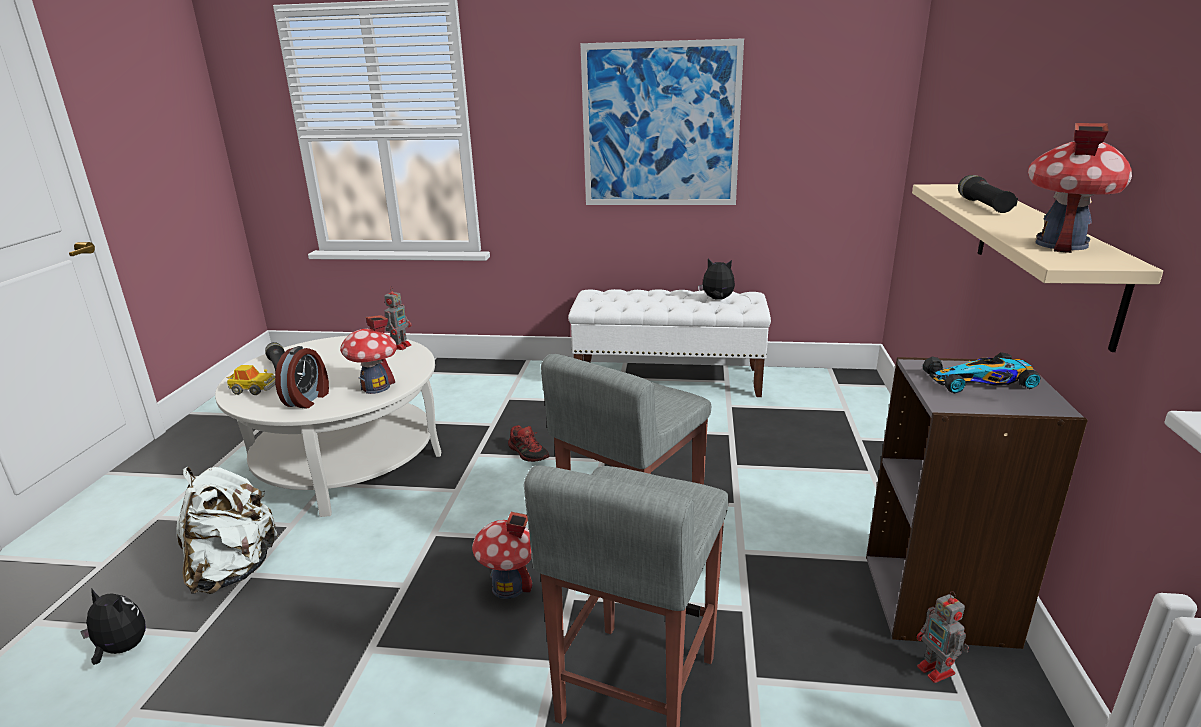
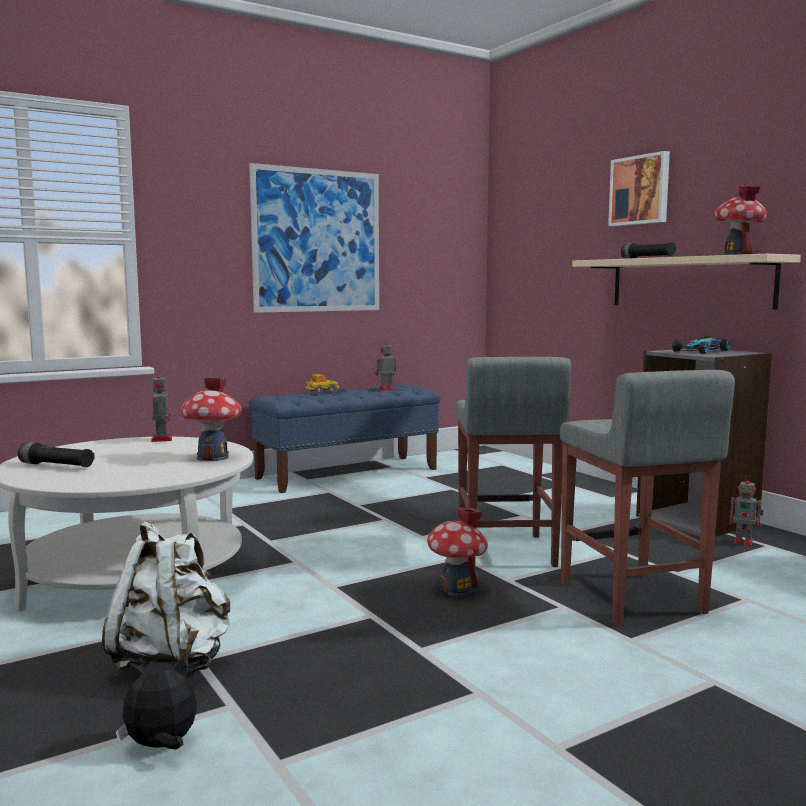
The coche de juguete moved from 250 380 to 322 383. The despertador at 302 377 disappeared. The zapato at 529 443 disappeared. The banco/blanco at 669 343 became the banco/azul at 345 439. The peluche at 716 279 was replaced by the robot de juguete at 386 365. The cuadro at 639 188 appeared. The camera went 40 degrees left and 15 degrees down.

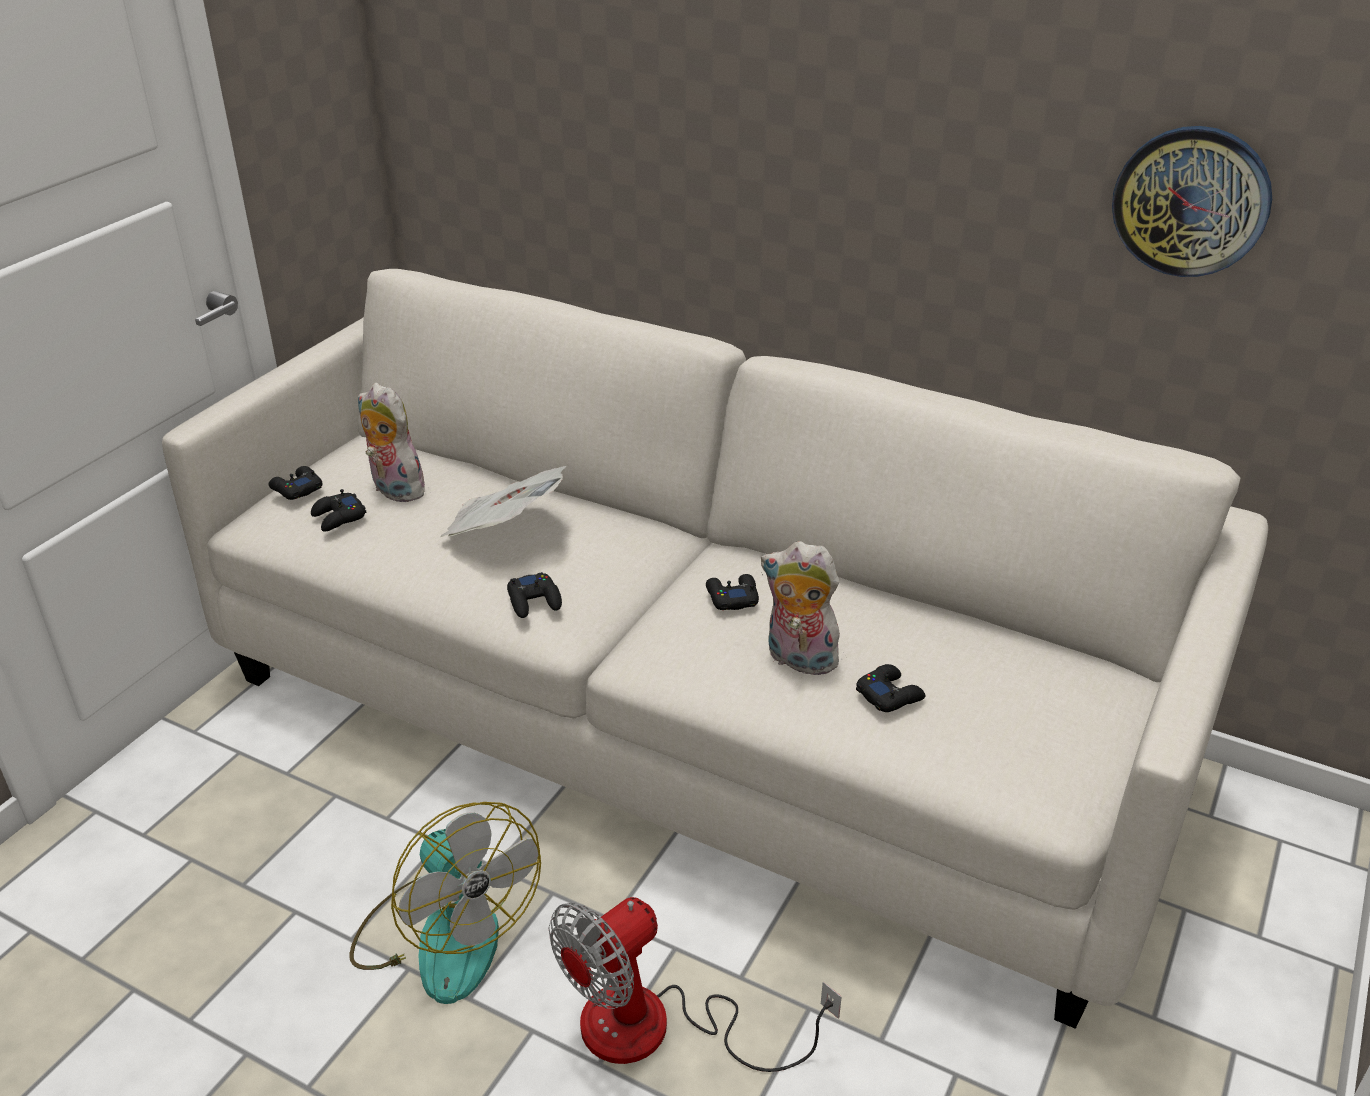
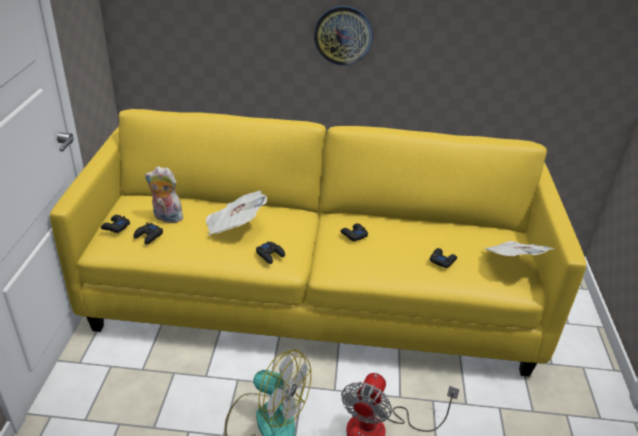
The sofá/blanco at 715 649 became the sofá/amarillo at 318 243. The peluche at 801 608 disappeared. The reloj de pared moved from 1192 201 to 343 36. The periódico at 519 248 appeared. The camera went 25 degrees left and 0 degrees up.

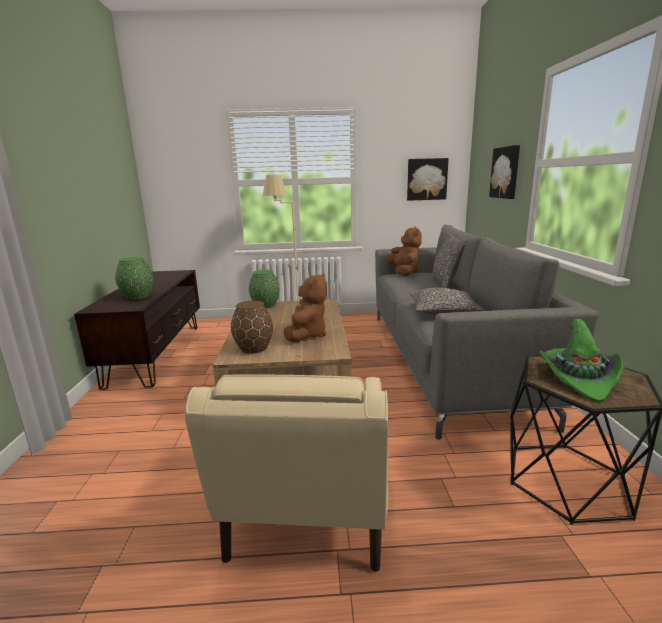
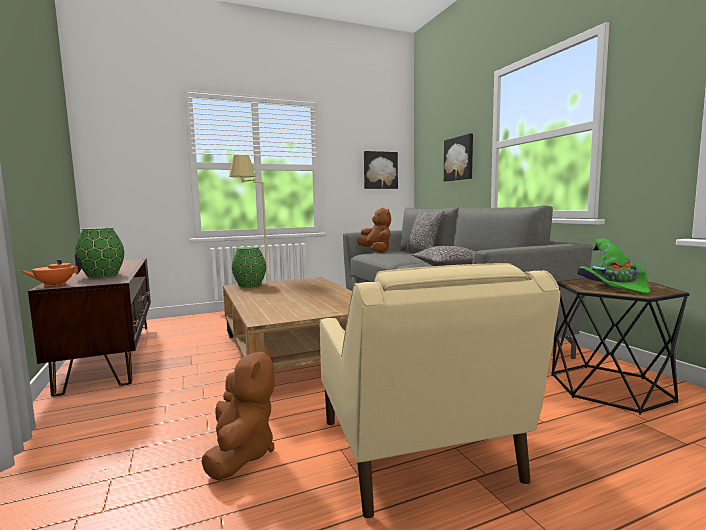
The florero/marrón at 252 327 disappeared. The peluche/marrón moved from 305 307 to 238 414. The tetera/naranja at 51 270 appeared. The camera went 20 degrees left and 10 degrees down.

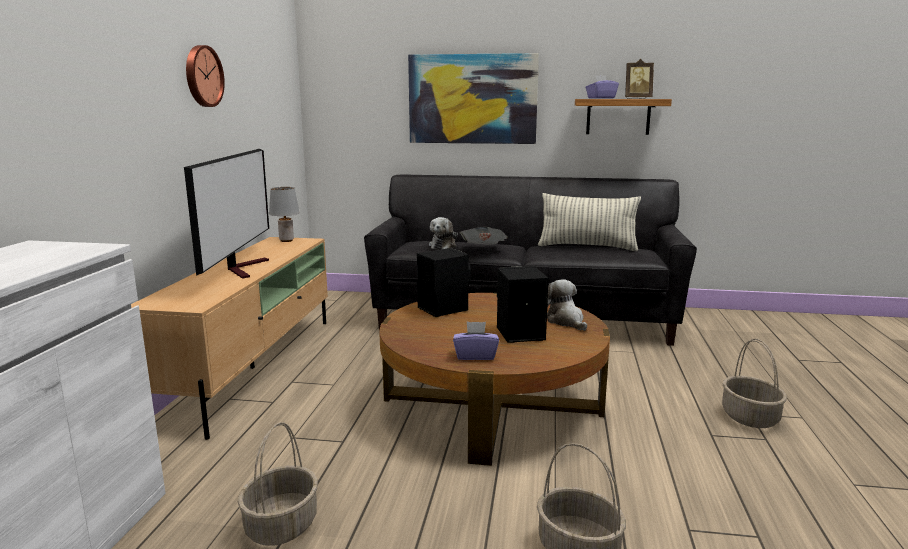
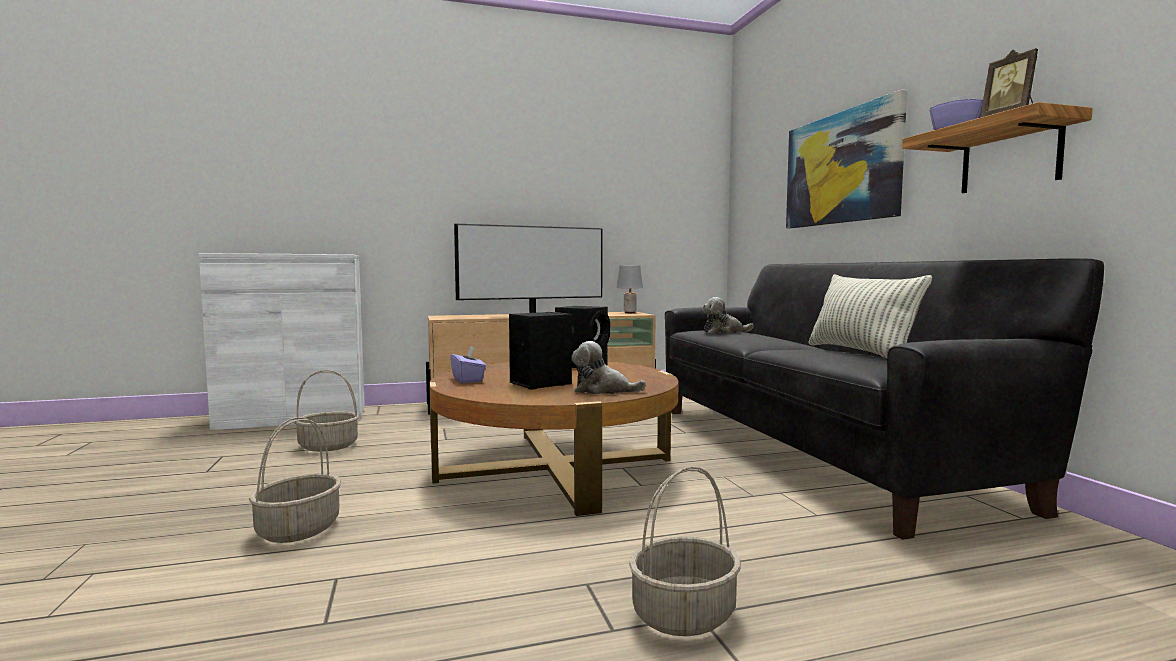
The reloj de pared at 205 76 disappeared. The periódico at 483 236 disappeared. The peluche at 567 305 turned 120 degrees counterclockwise. The camera went 65 degrees right and 10 degrees down.

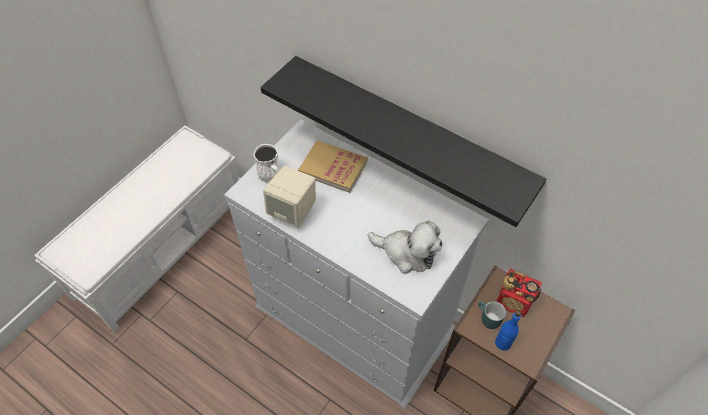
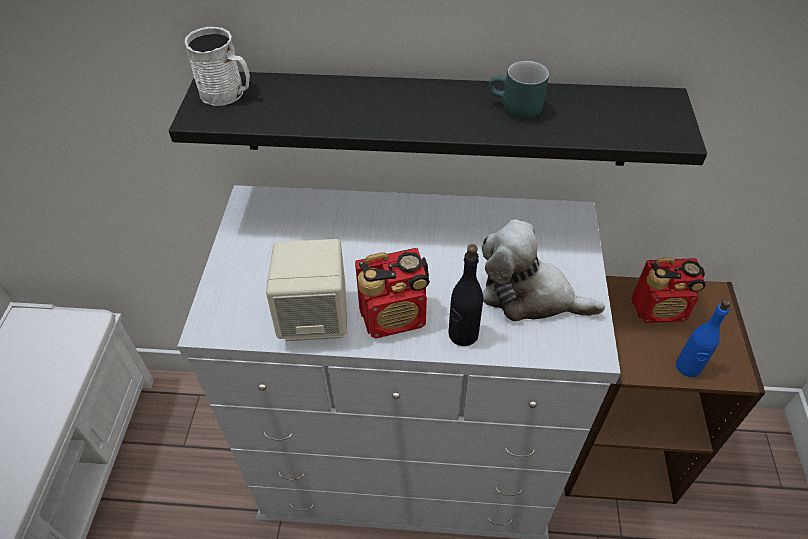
The taza grande/blanco moved from 266 163 to 217 66. The libro at 333 166 disappeared. The peluche at 405 247 turned 150 degrees counterclockwise. The taza grande/turquesa moved from 492 315 to 519 90. The radio at 392 293 appeared. The botella/negro at 465 295 appeared. The camera went 30 degrees left and 5 degrees down.

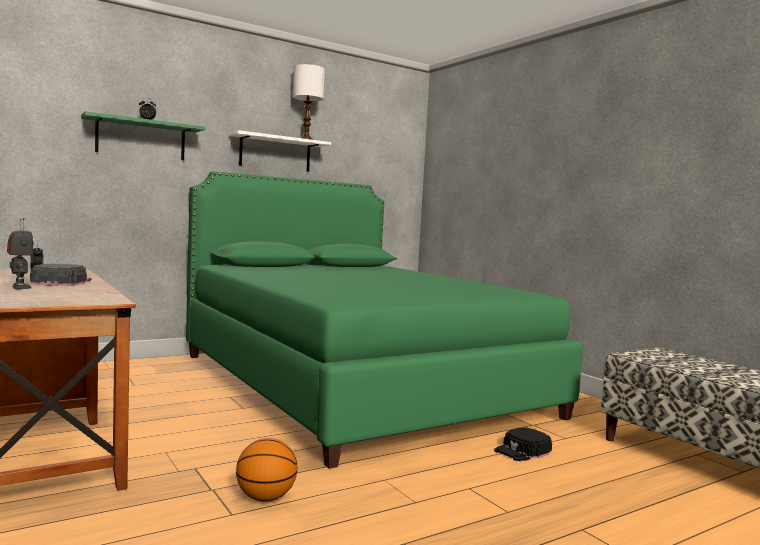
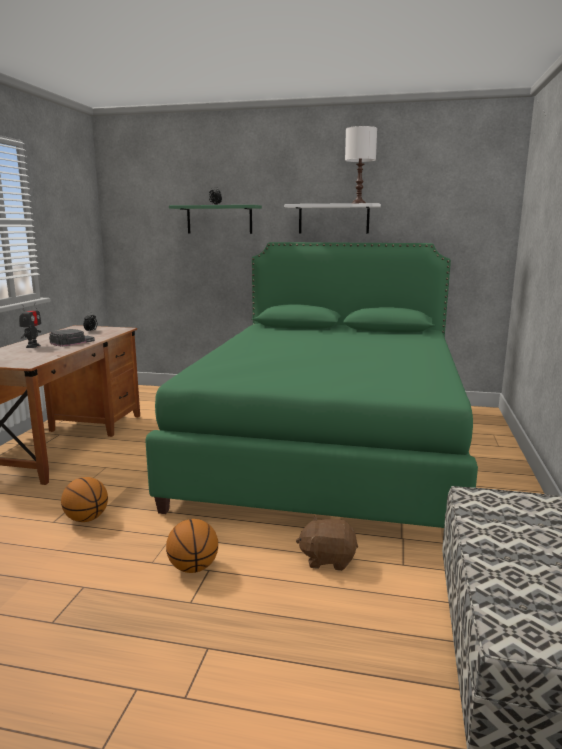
The gorra/negro at 523 444 was replaced by the peluche/marrón at 327 543. The balón de baloncesto at 192 546 appeared. The camera went 45 degrees right and 10 degrees up.

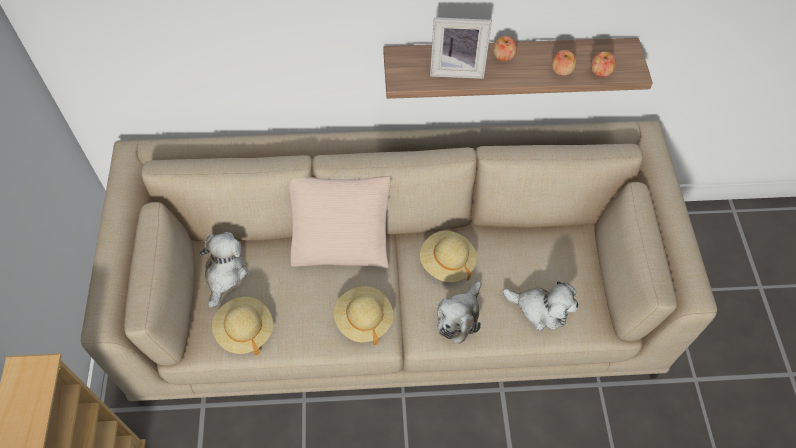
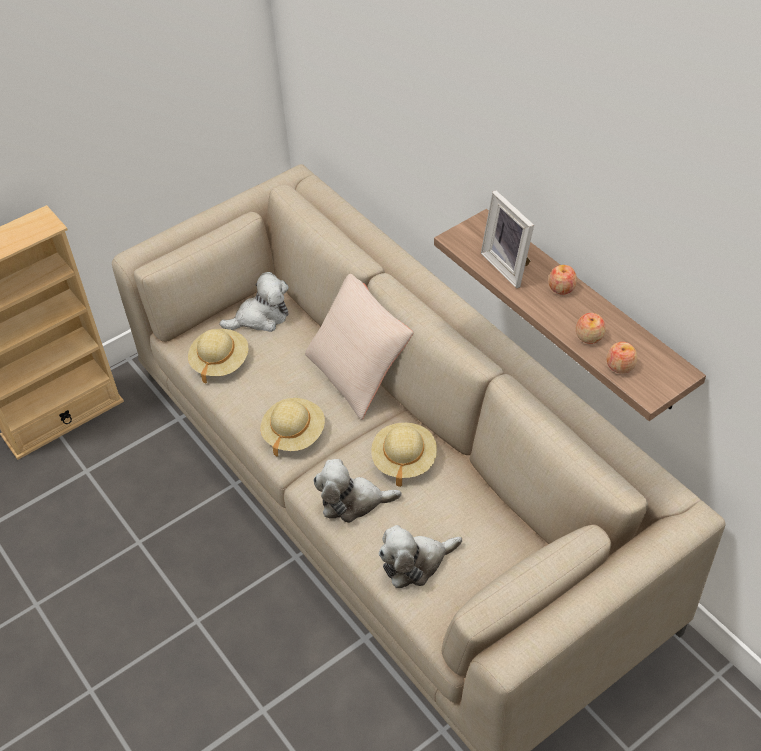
The peluche at 540 306 turned 75 degrees clockwise. The camera went 60 degrees right and 10 degrees down.

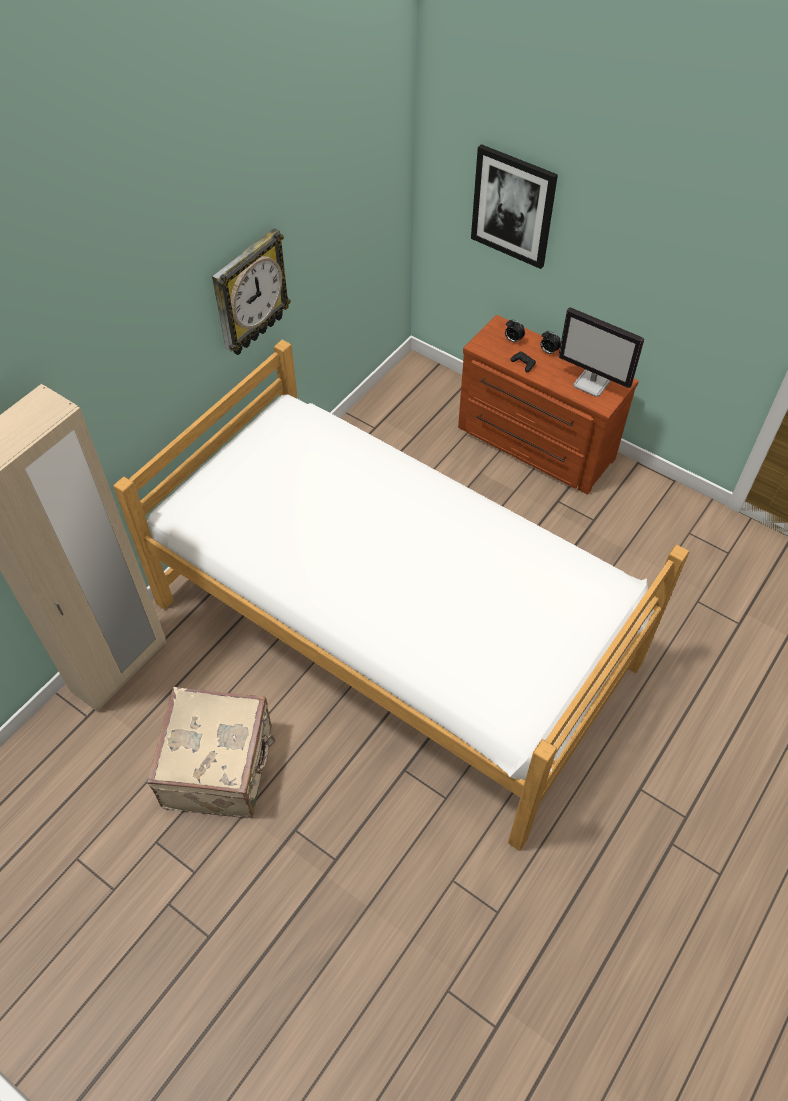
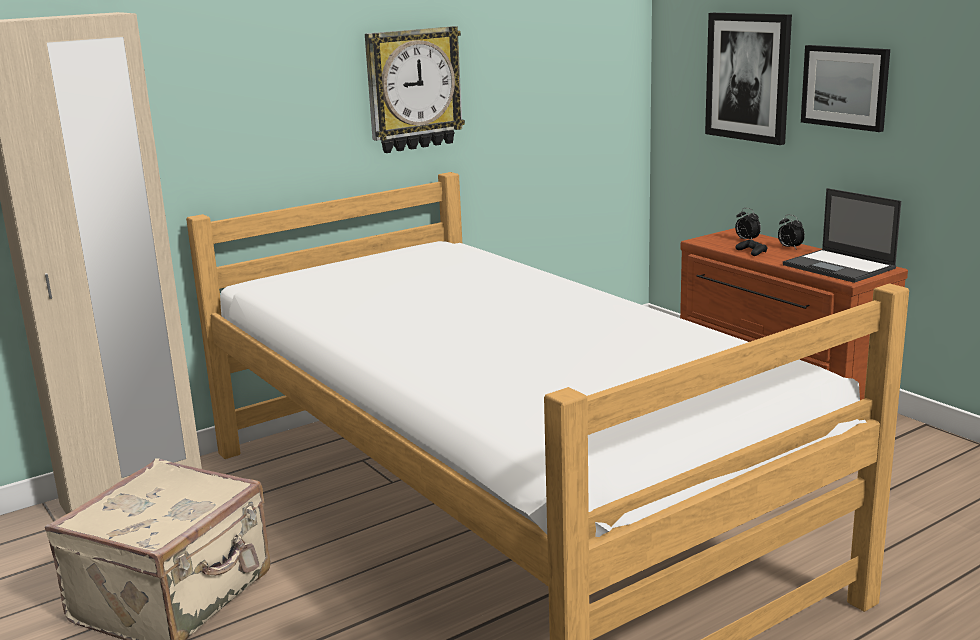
The monitor at 601 352 was replaced by the portátil at 842 235. The cuadro at 845 88 appeared. The camera went 20 degrees right and 35 degrees down.

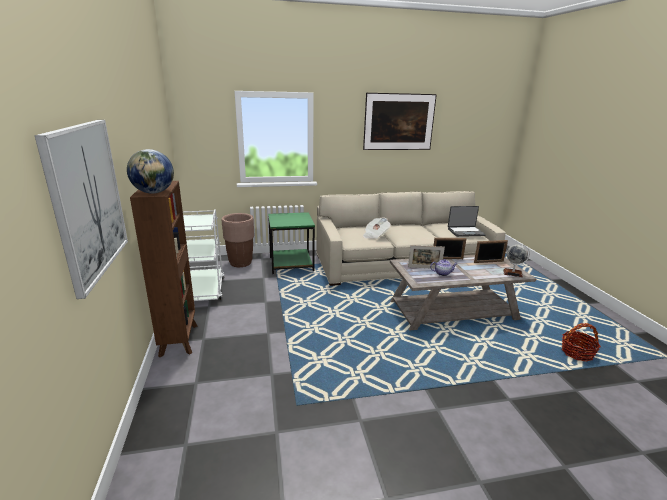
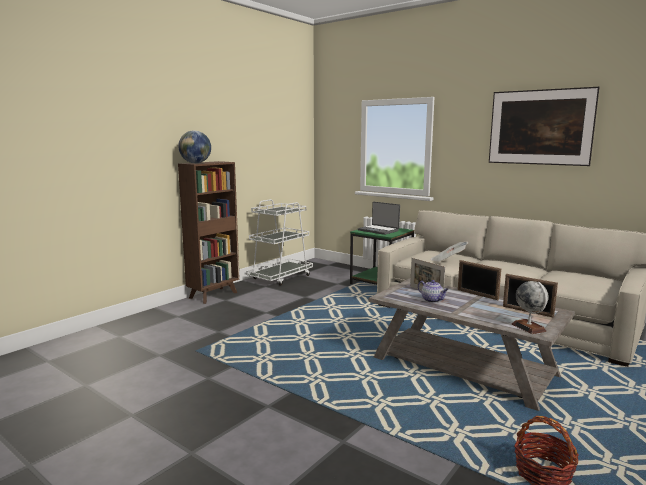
The cuadro at 81 209 disappeared. The maceta/marrón at 238 240 disappeared. The portátil moved from 467 221 to 379 218. The camera went 50 degrees right and 10 degrees down.

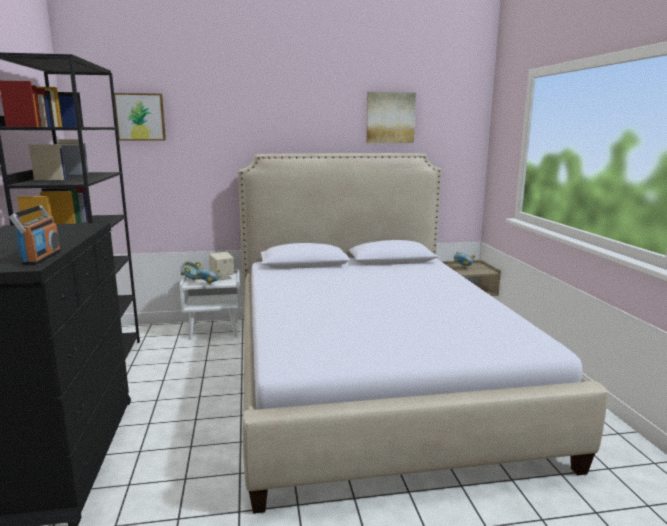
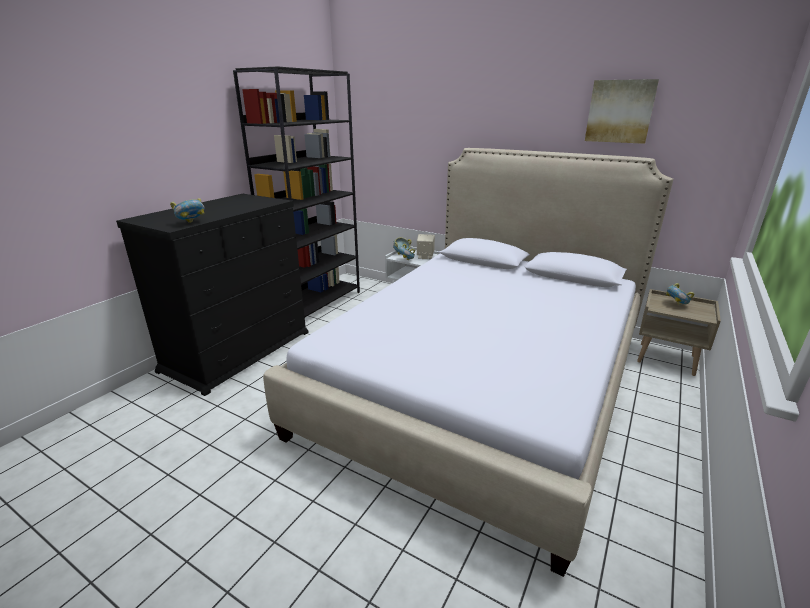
The radio at 35 235 was replaced by the cuenco at 187 210. The cuadro at 140 116 disappeared. The camera went 40 degrees right and 10 degrees up.

